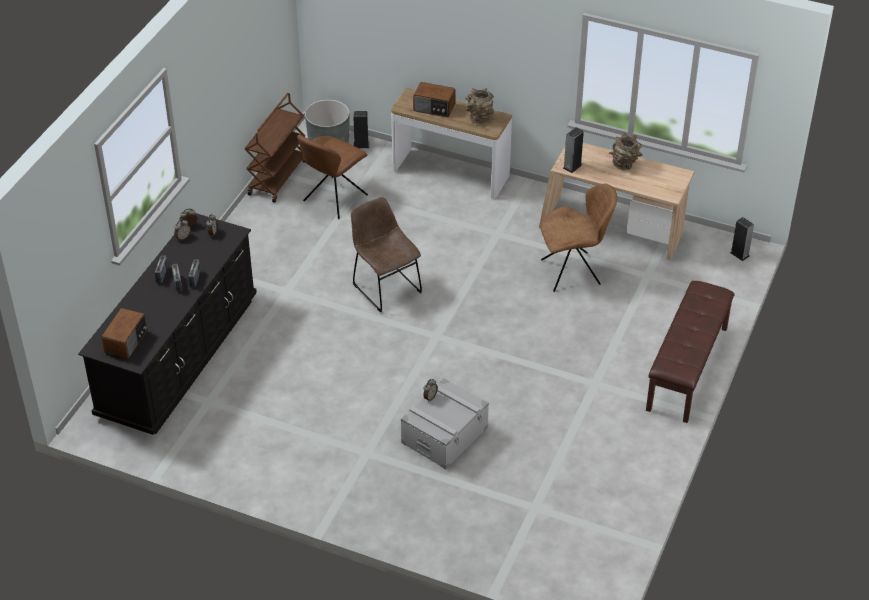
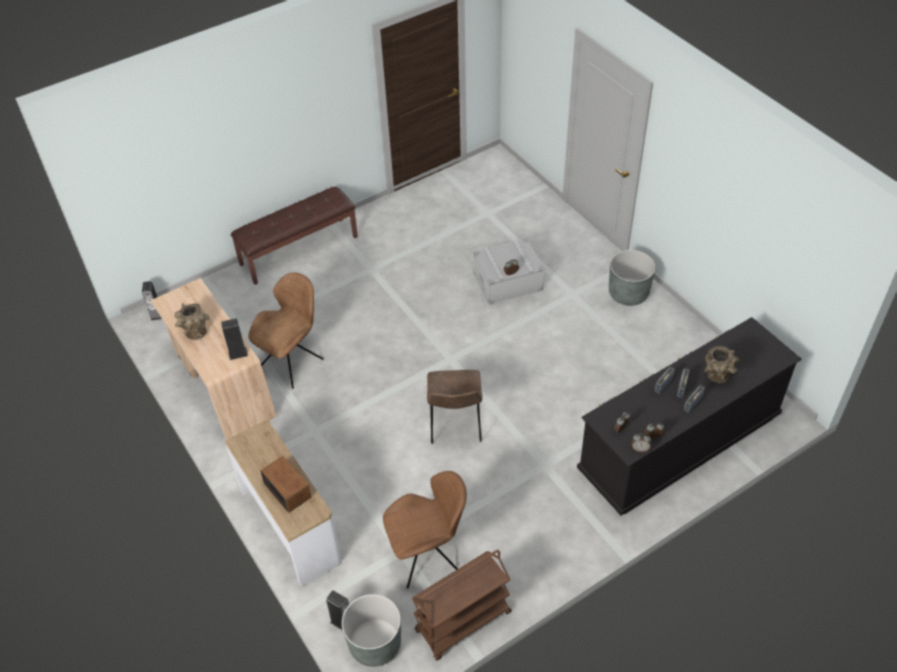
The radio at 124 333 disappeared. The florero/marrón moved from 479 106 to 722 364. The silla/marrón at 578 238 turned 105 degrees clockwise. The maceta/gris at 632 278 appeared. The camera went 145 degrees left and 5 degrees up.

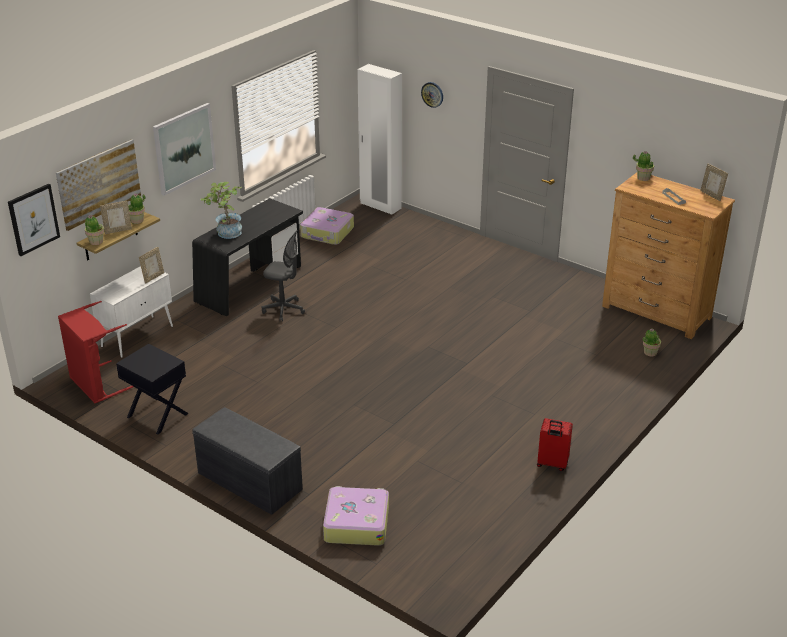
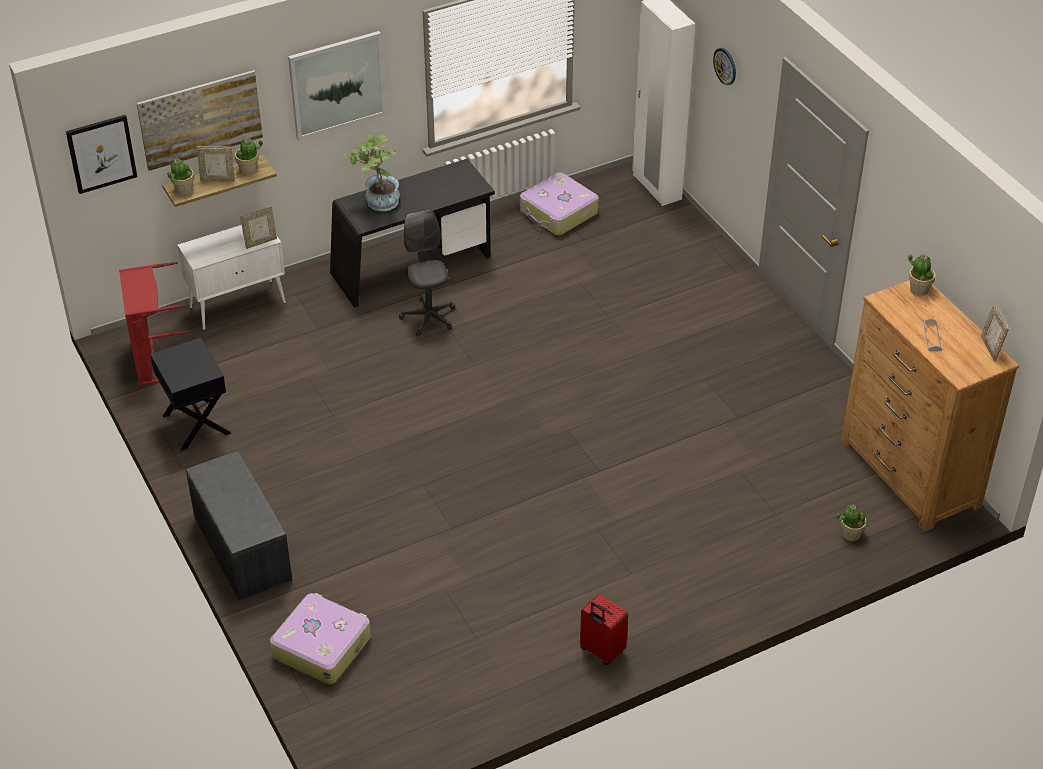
The silla de oficina/gris at 283 276 turned 150 degrees counterclockwise. The camera went 25 degrees right and 10 degrees up.

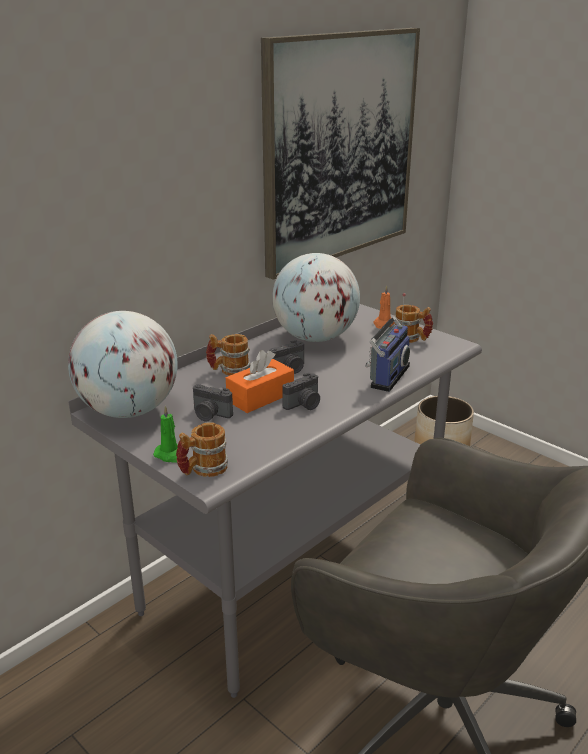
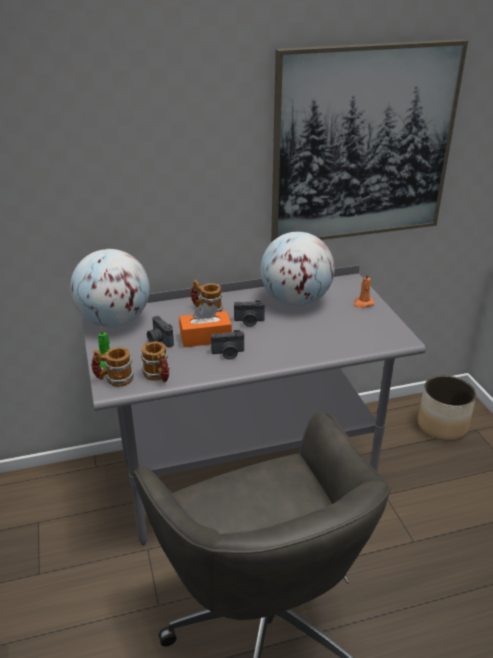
The radio at 387 342 disappeared. The taza grande moved from 413 324 to 155 361. The camera went 30 degrees right and 5 degrees up.

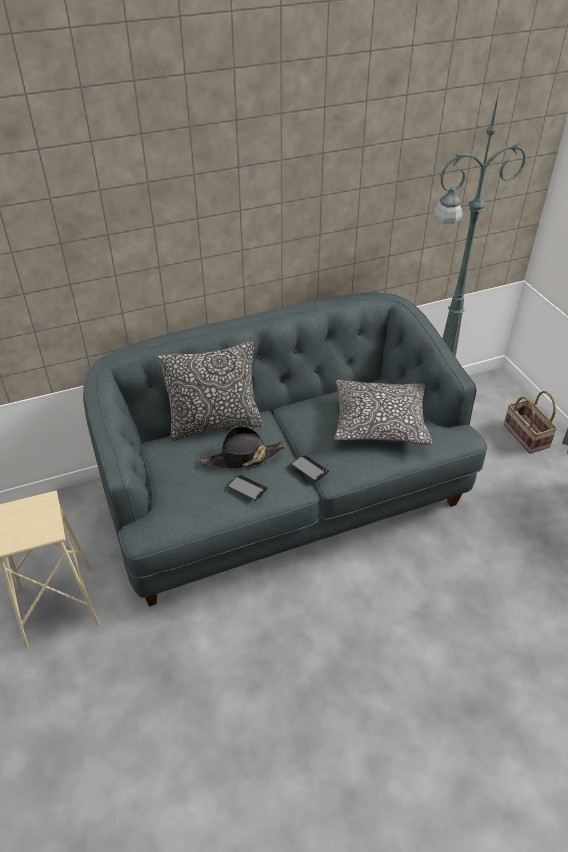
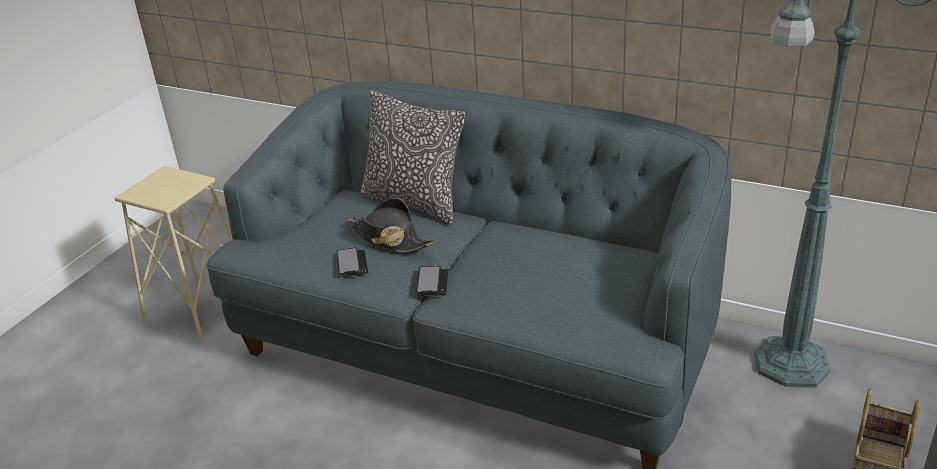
The cojín at 383 412 disappeared. The camera went 50 degrees right and 10 degrees down.

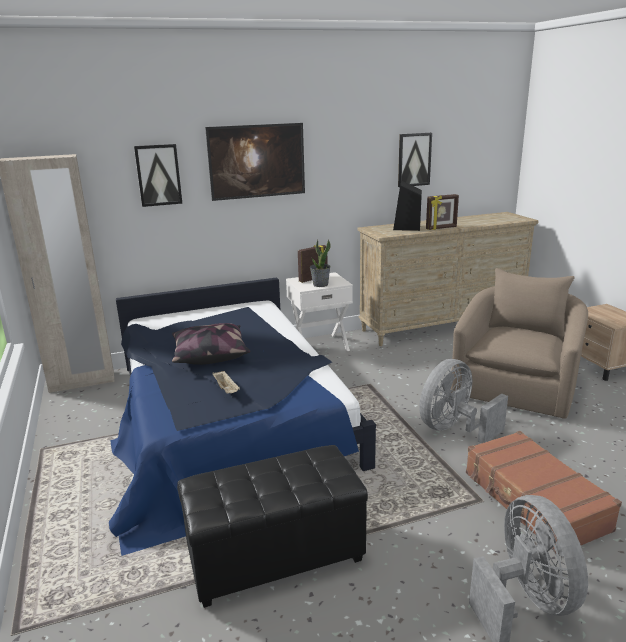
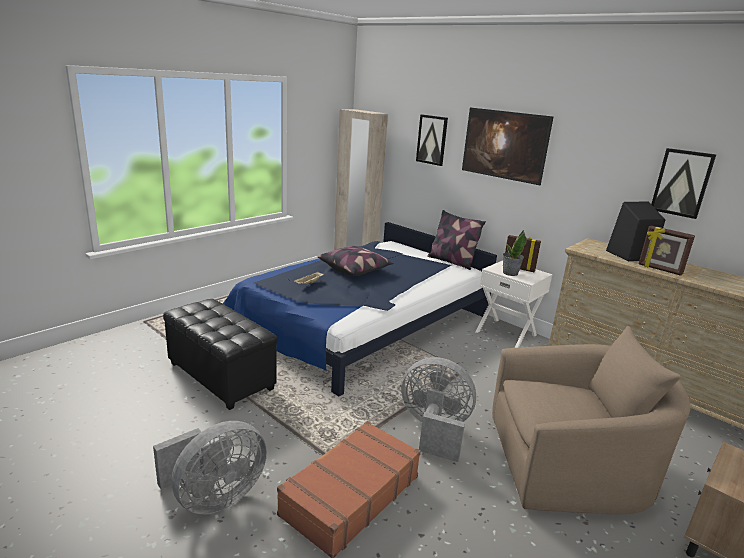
The cojín at 456 240 appeared. The camera went 60 degrees right and 0 degrees up.

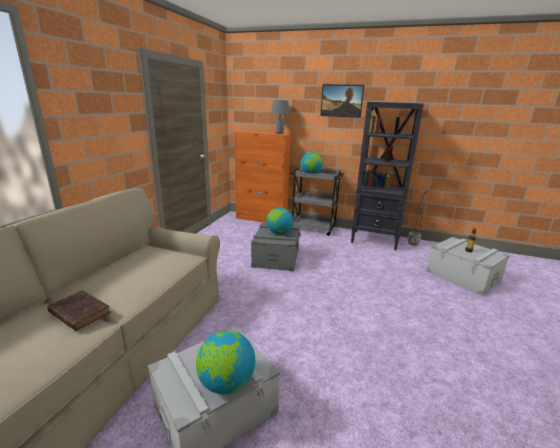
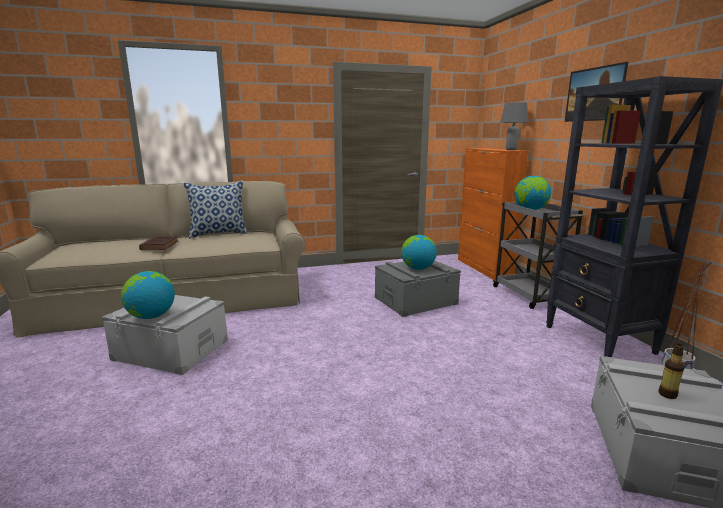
The cojín at 215 209 appeared. The camera went 55 degrees right and 5 degrees down.

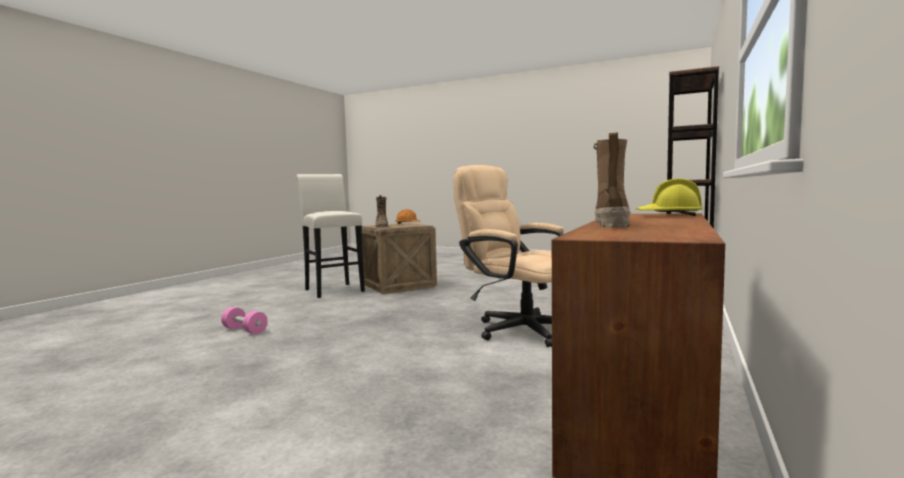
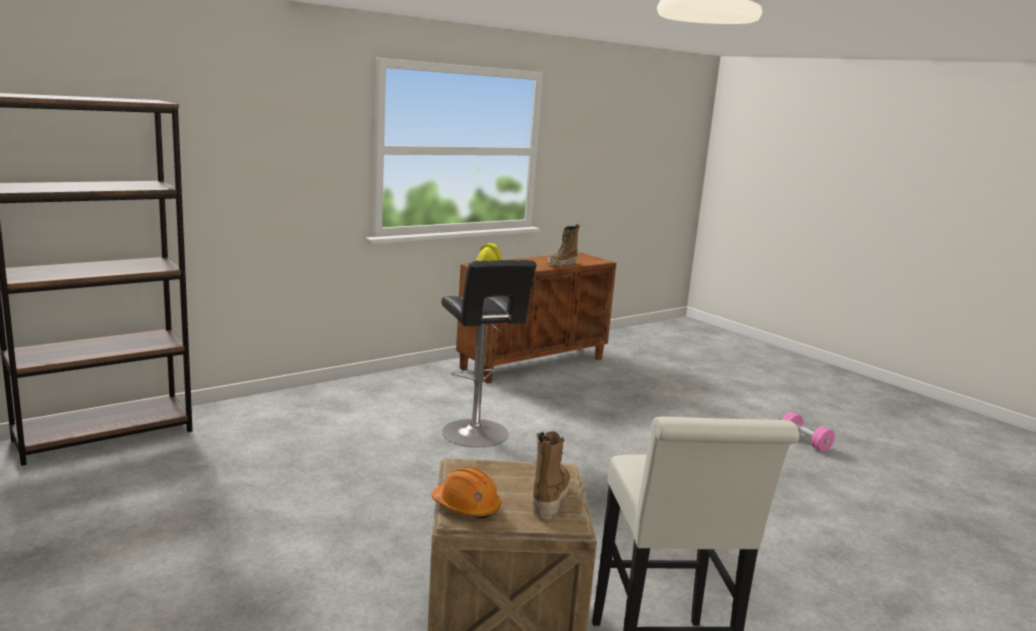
The mancuerna/rosa moved from 244 320 to 808 432. The silla de oficina/beis at 508 256 was replaced by the taburete/negro at 489 353. The camera went 155 degrees left and 10 degrees up.

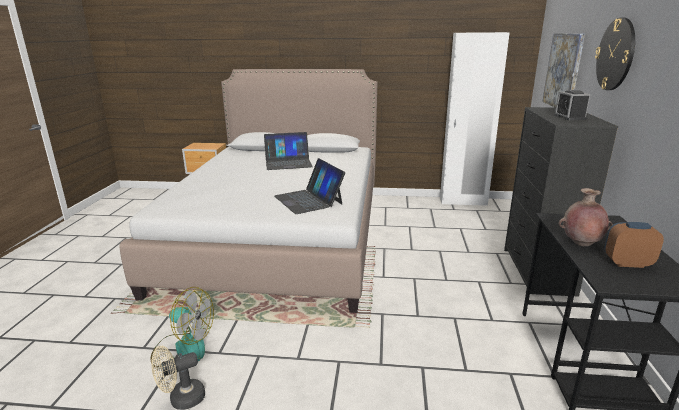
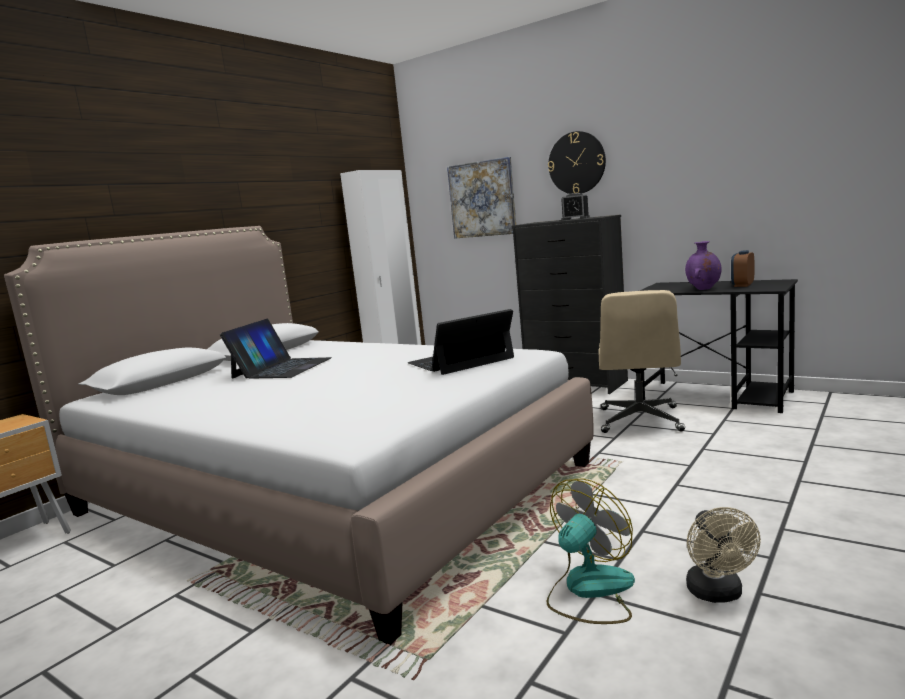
The portátil at 309 186 turned 150 degrees clockwise. The florero/marrón at 585 217 became the florero/morado at 703 265. The silla de oficina/beis at 642 361 appeared. The camera went 60 degrees left and 10 degrees down.

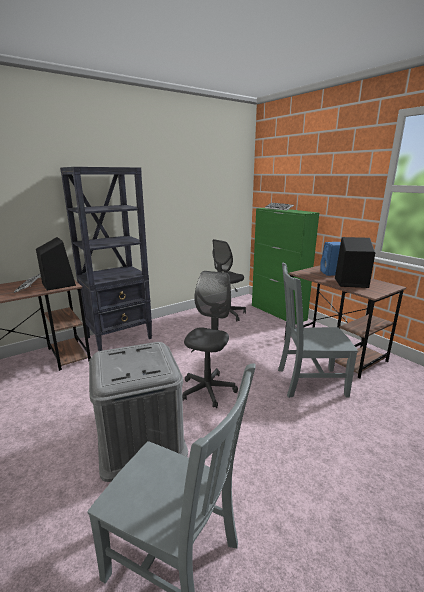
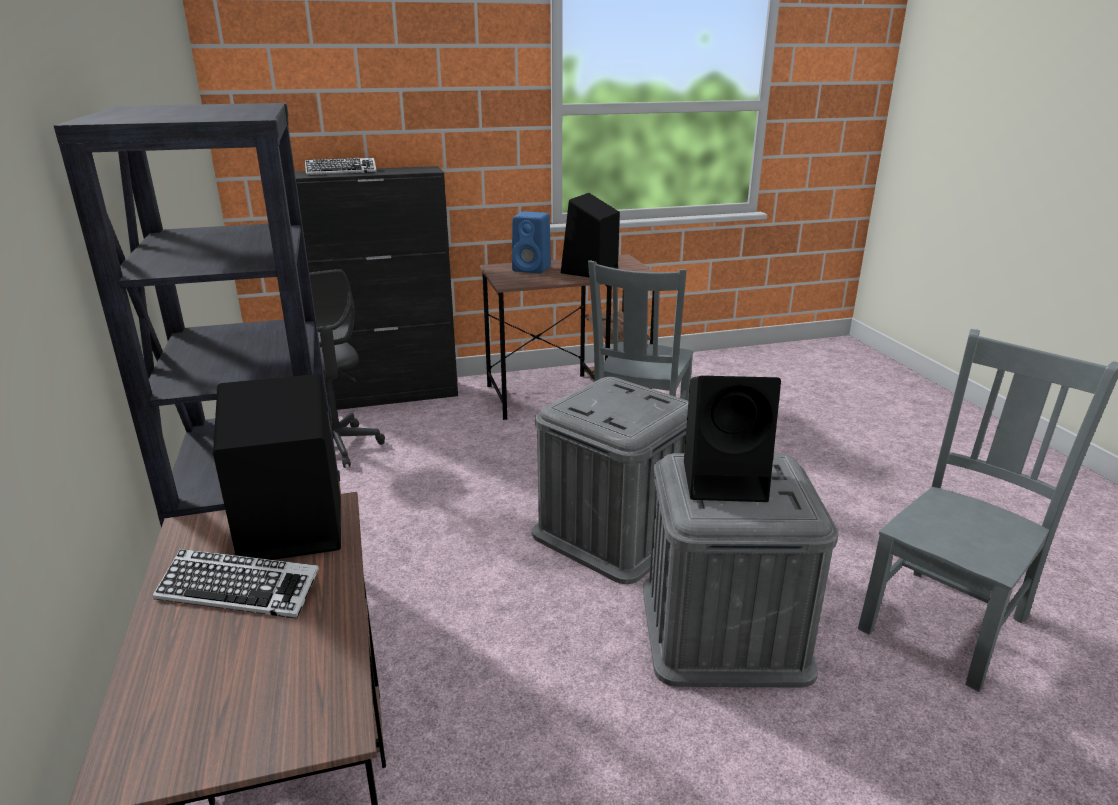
The silla de oficina/gris at 210 339 was replaced by the caja de almacenaje/gris at 610 480. The armario/verde at 285 266 became the armario/negro at 376 288. The altavoz/negro at 732 439 appeared. The camera went 70 degrees left and 5 degrees up.

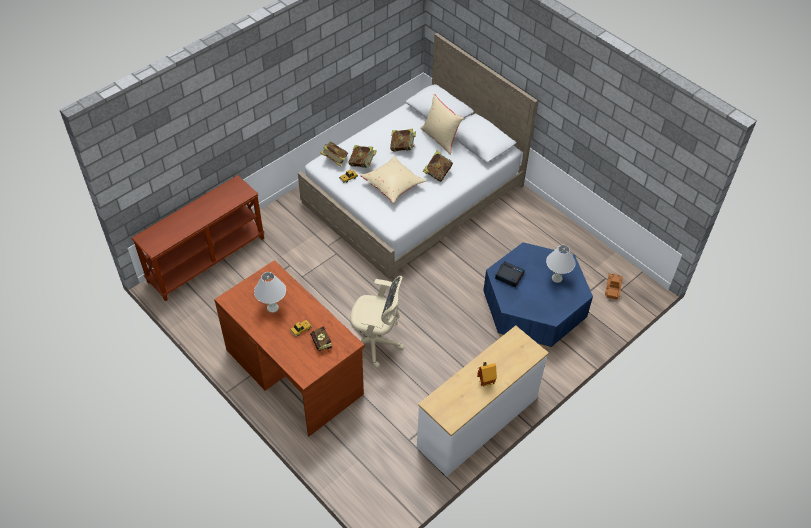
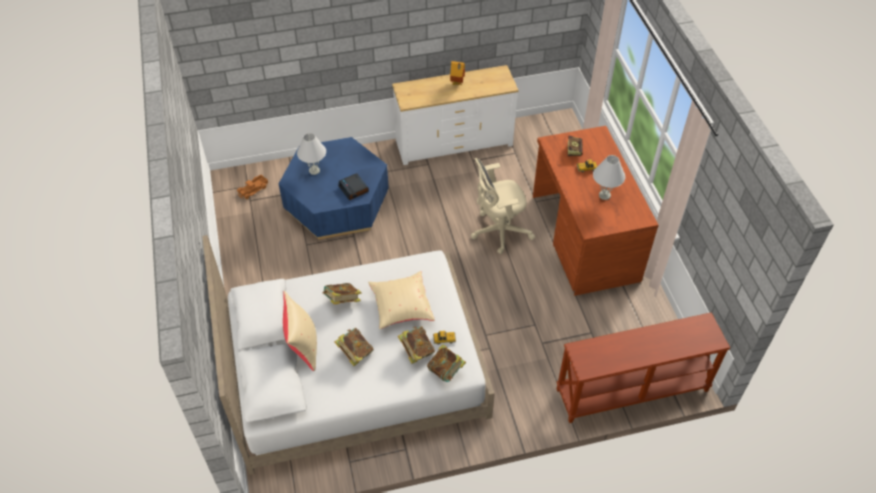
The silla de oficina/beis at 377 322 turned 60 degrees counterclockwise. The camera went 150 degrees left and 0 degrees up.

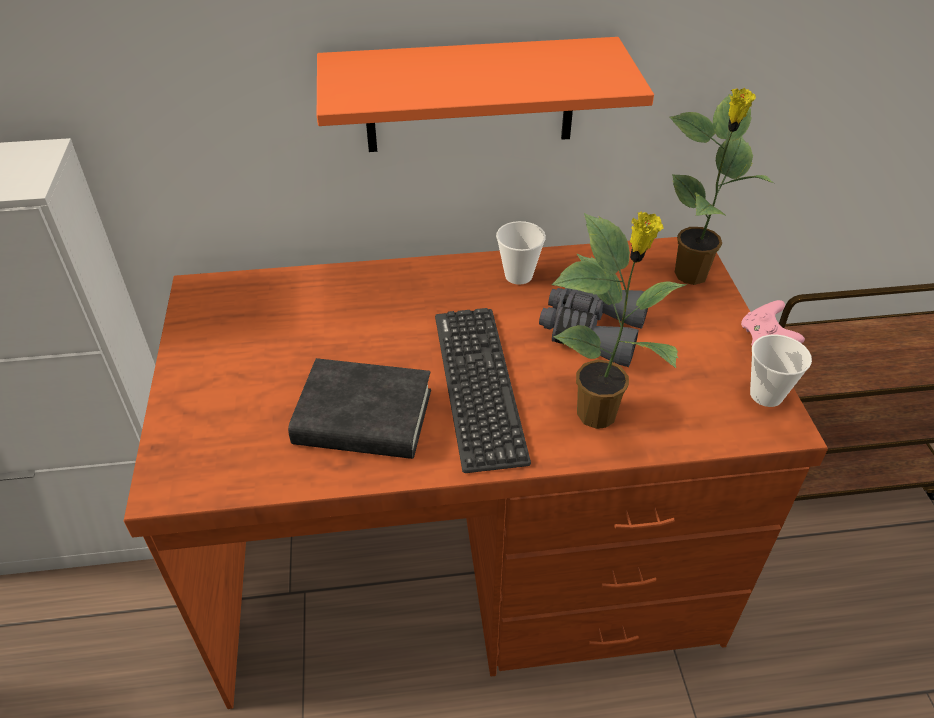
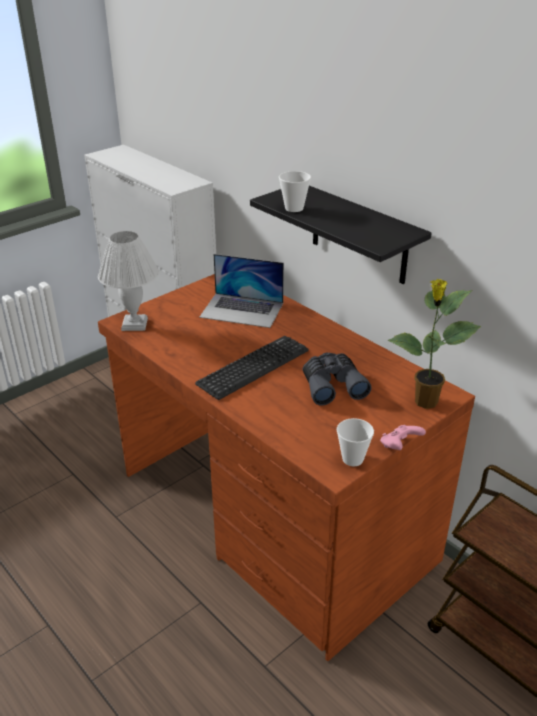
The libro/negro at 359 408 disappeared. The estante/naranja at 485 94 became the estante/negro at 341 235. The taza moved from 521 253 to 295 191. The planta en maceta at 619 320 disappeared. The lámpara de mesa/blanco at 128 281 appeared. The portátil at 241 291 appeared. The camera went 55 degrees right and 10 degrees down.

